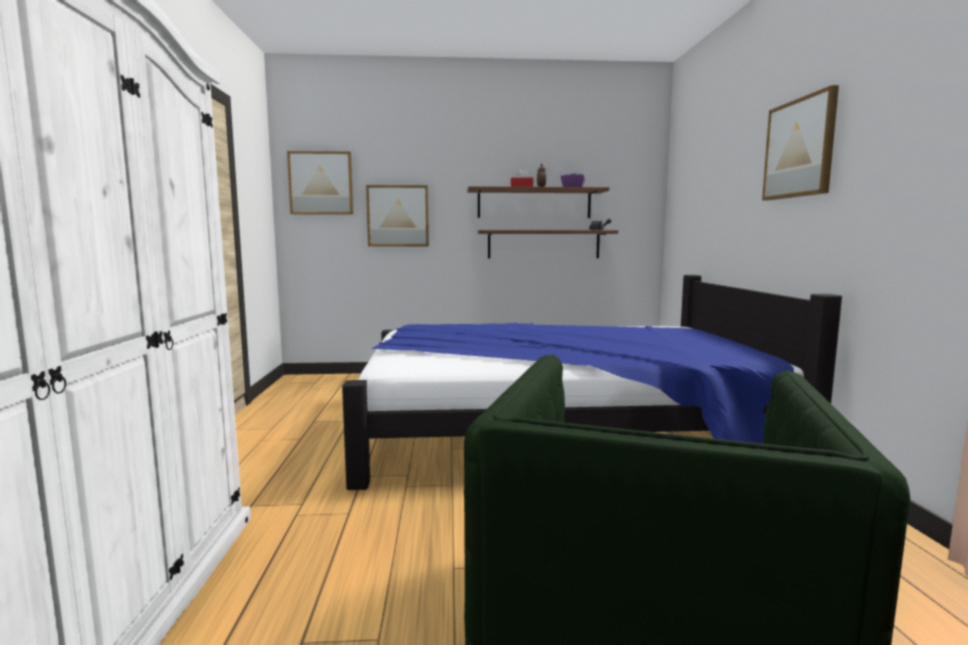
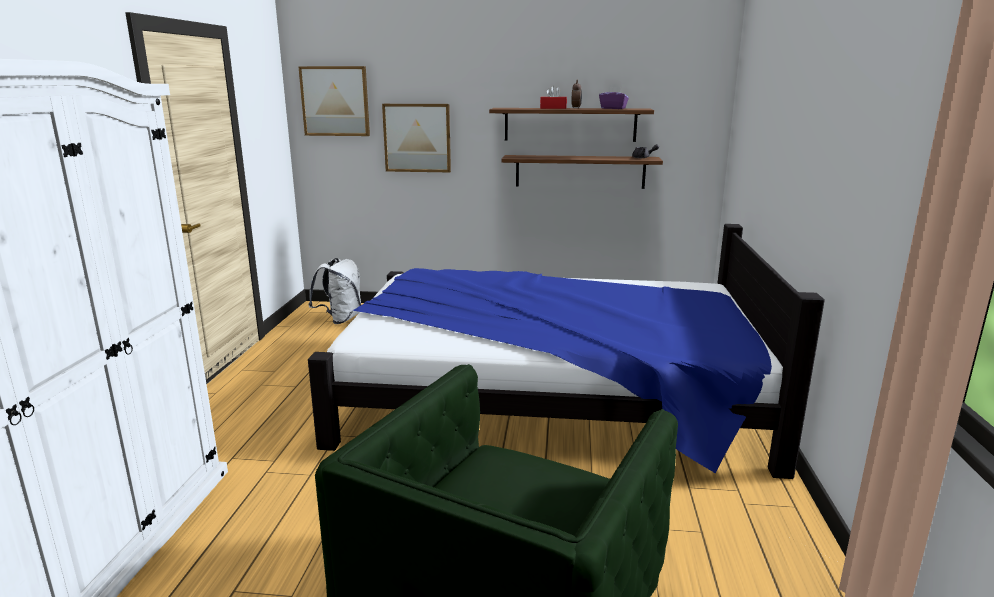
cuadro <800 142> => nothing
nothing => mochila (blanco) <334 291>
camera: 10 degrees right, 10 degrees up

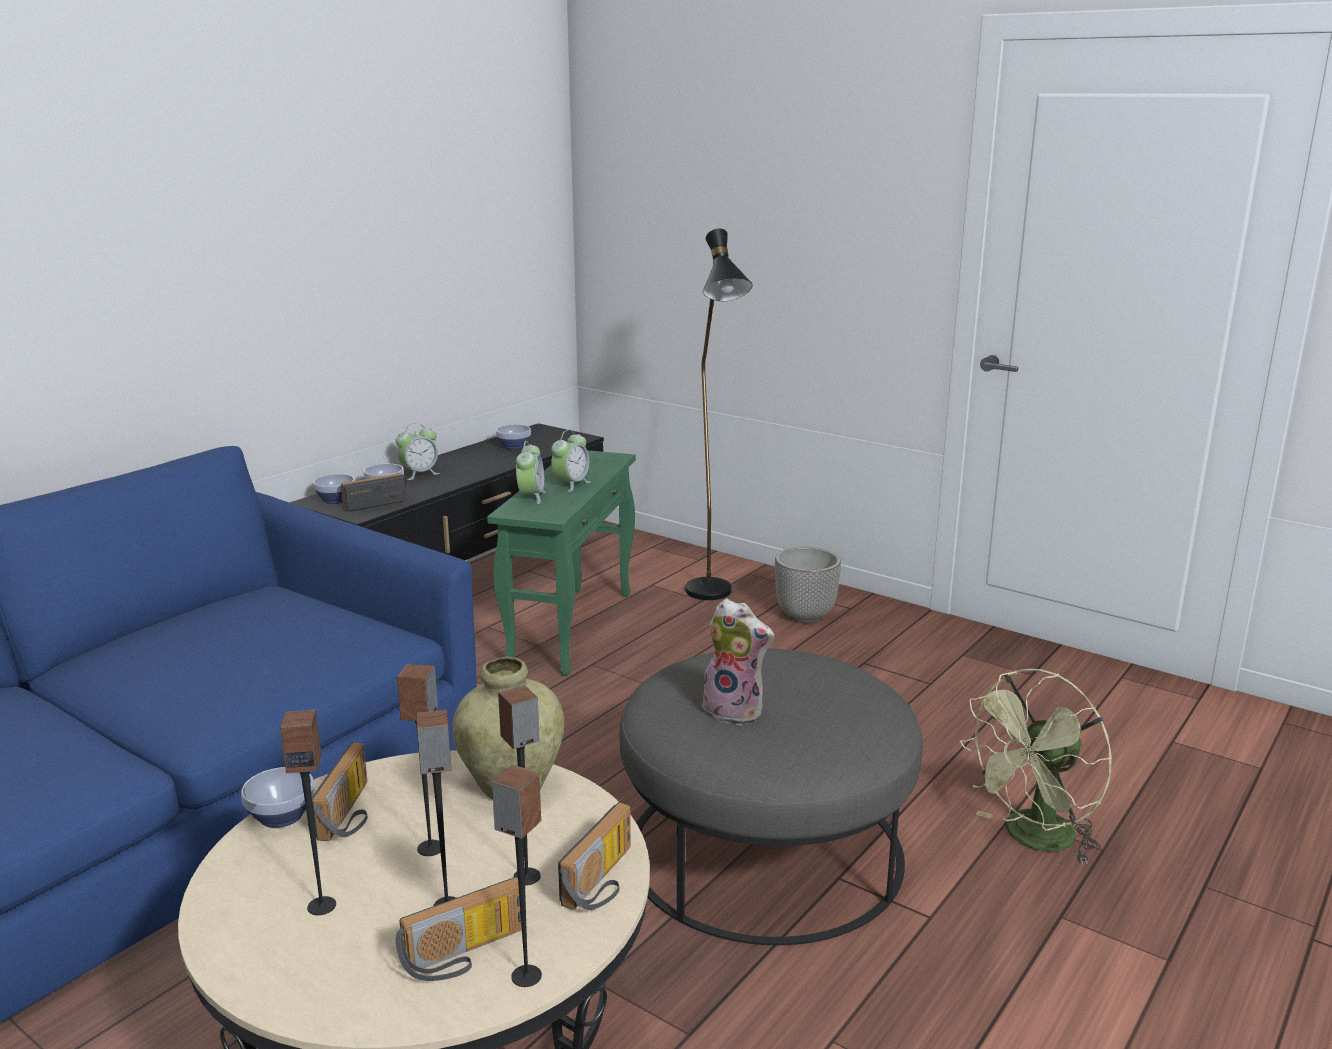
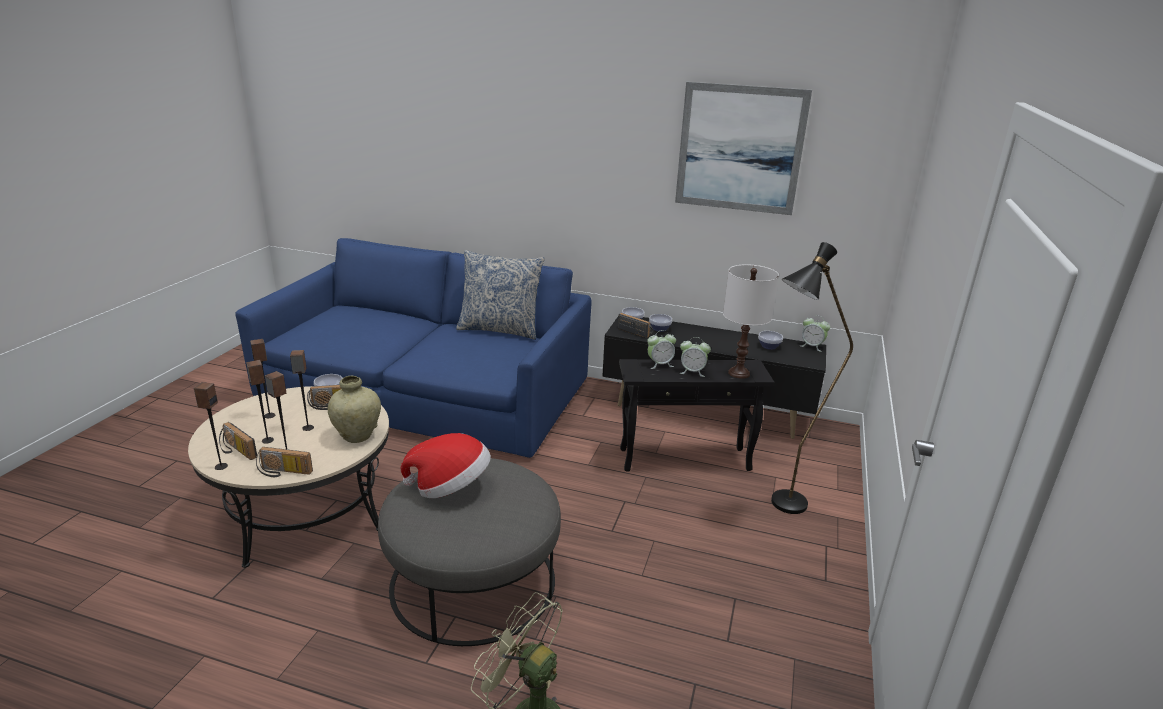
despertador <417 451> => despertador <815 333>, shifted
mesa auxiliar (verde) <561 563> => mesa auxiliar (negro) <697 415>
peluche <738 662> => sombrero <446 465>
maceta <808 585> => nothing
nothing => cojín <500 295>
nothing => cuadro <743 148>
nothing => lámpara de mesa (blanco) <751 321>
camera: 70 degrees right, 5 degrees up

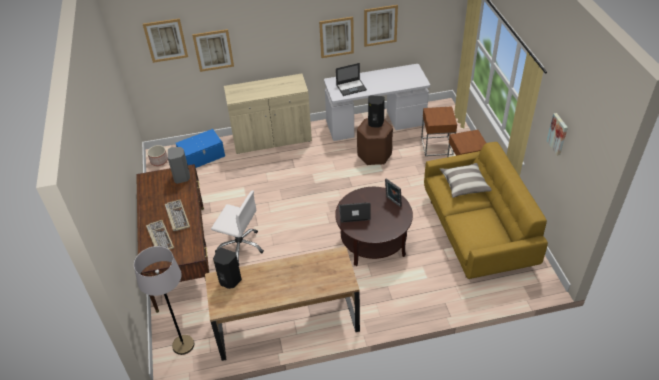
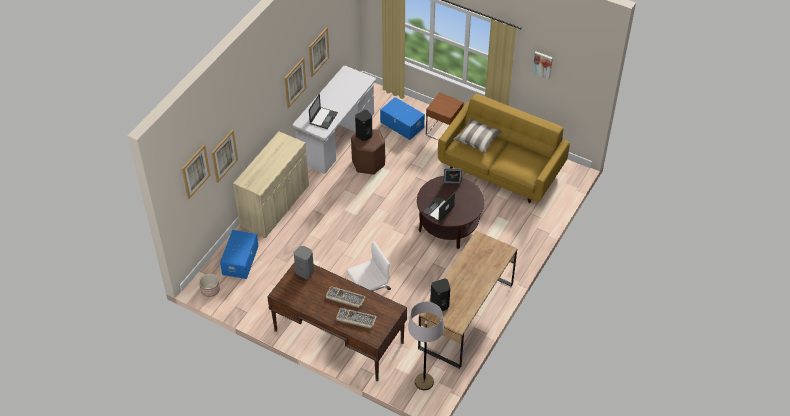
mesa auxiliar (marrón) <439 131> => caja de almacenaje (azul) <402 118>
camera: 50 degrees left, 5 degrees up

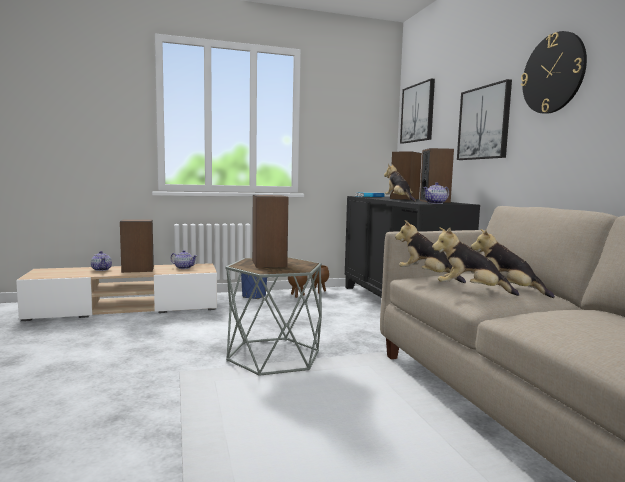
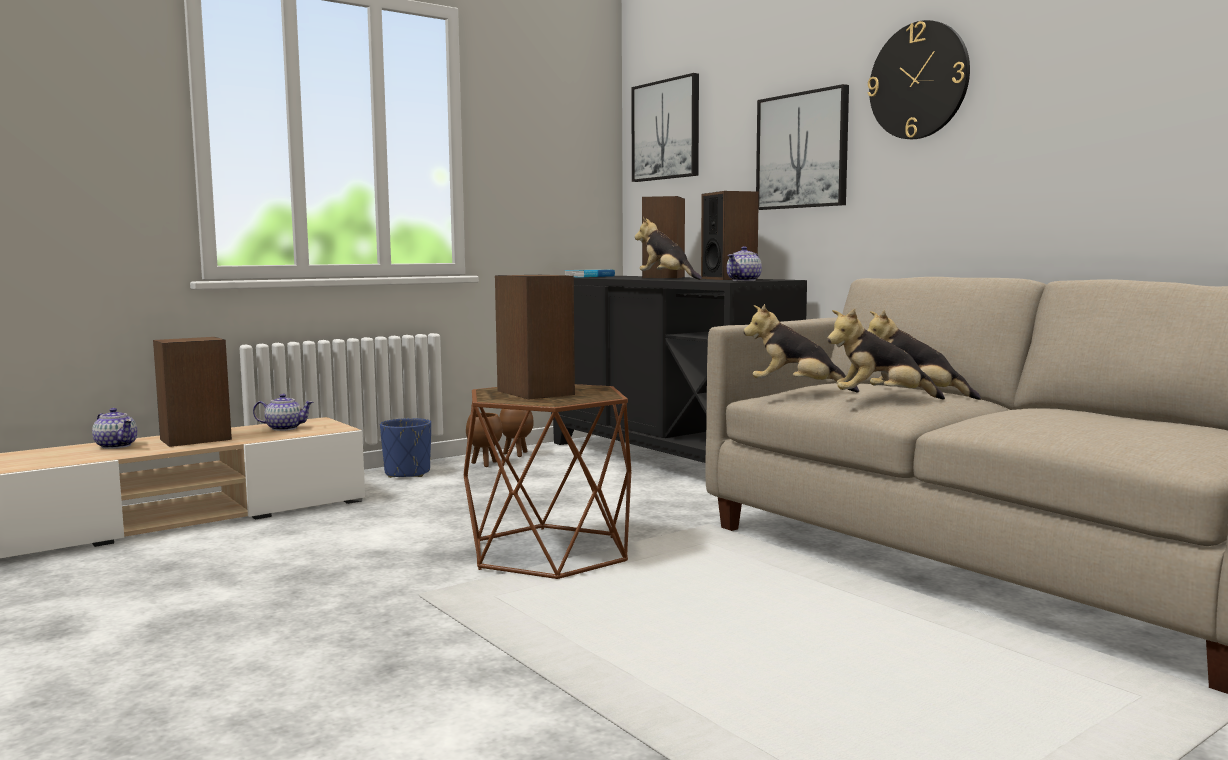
mesa auxiliar (gris) <273 316> => mesa auxiliar (marrón) <547 481>
camera: 20 degrees left, 0 degrees up

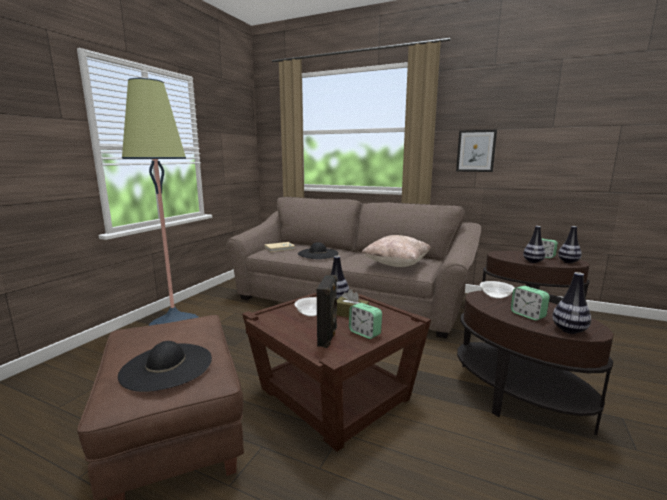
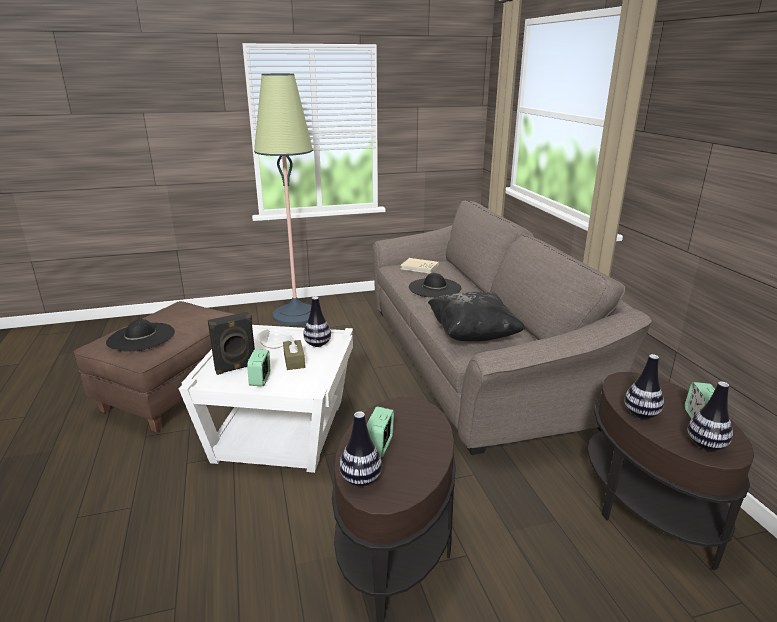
mesa auxiliar (marrón) <336 371> => mesa auxiliar (blanco) <266 399>
cojín (beis) <396 251> => cojín (negro) <476 317>
cuadro <476 151> => nothing
cuenco <497 290> => nothing
camera: 50 degrees right, 10 degrees up

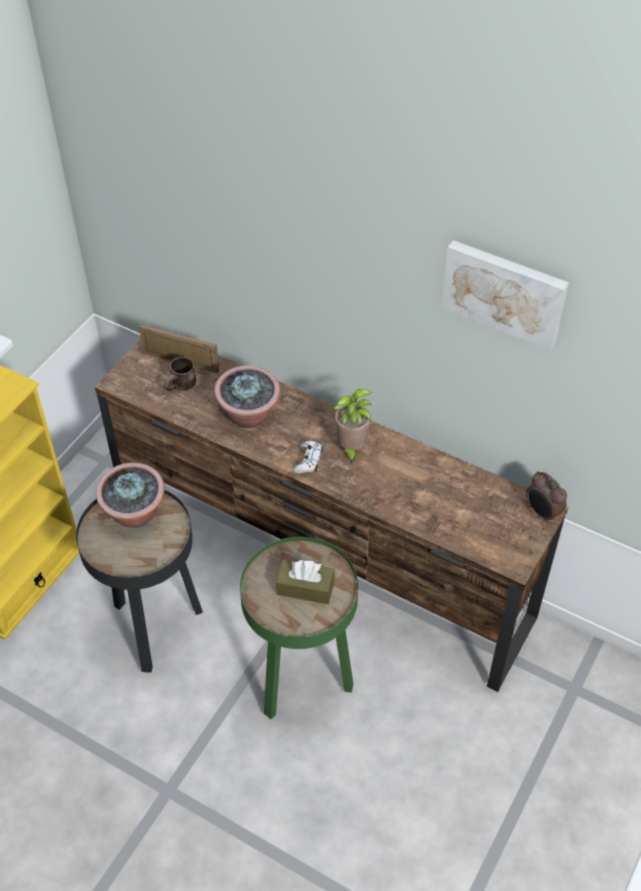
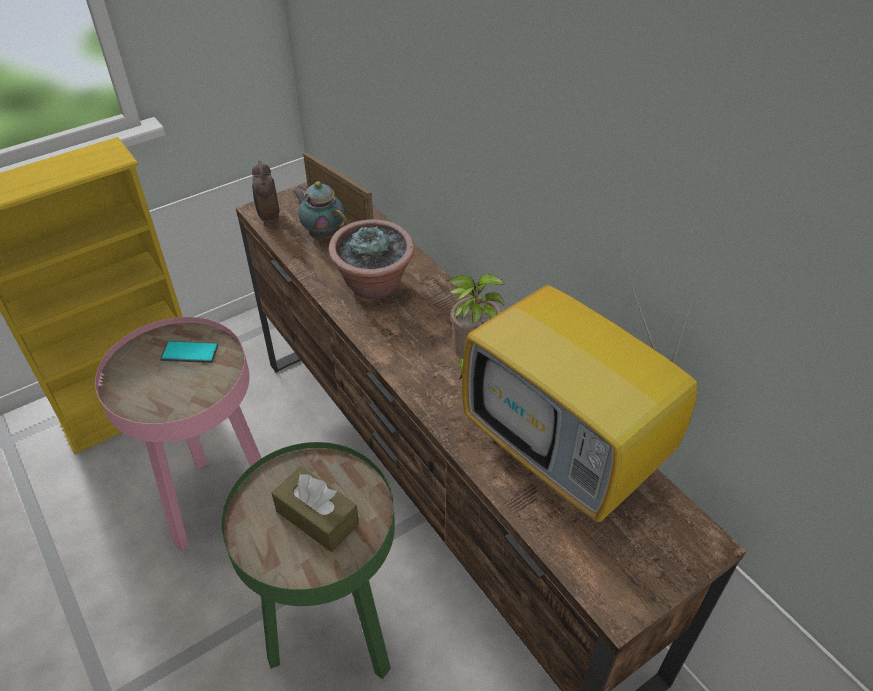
mesa auxiliar (negro) <139 581> => mesa auxiliar (rosa) <178 434>
planta en maceta <130 495> => móvil <189 352>
taza grande (marrón) <180 374> => tetera <320 210>
mando de consola (blanco) <308 457> => nothing
cuadro <505 295> => nothing
despertador <546 497> => despertador <266 193>, shifted
nothing => televisor <582 380>
camera: 25 degrees right, 5 degrees down

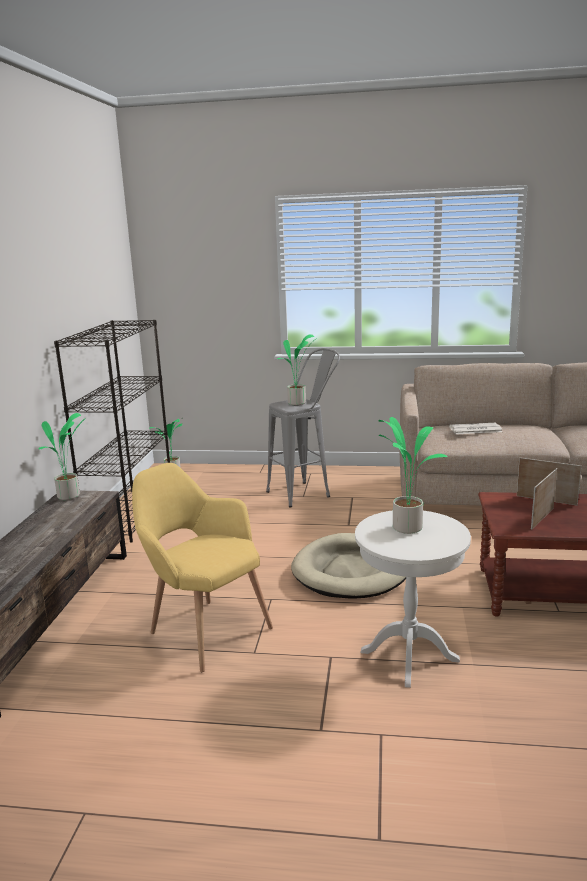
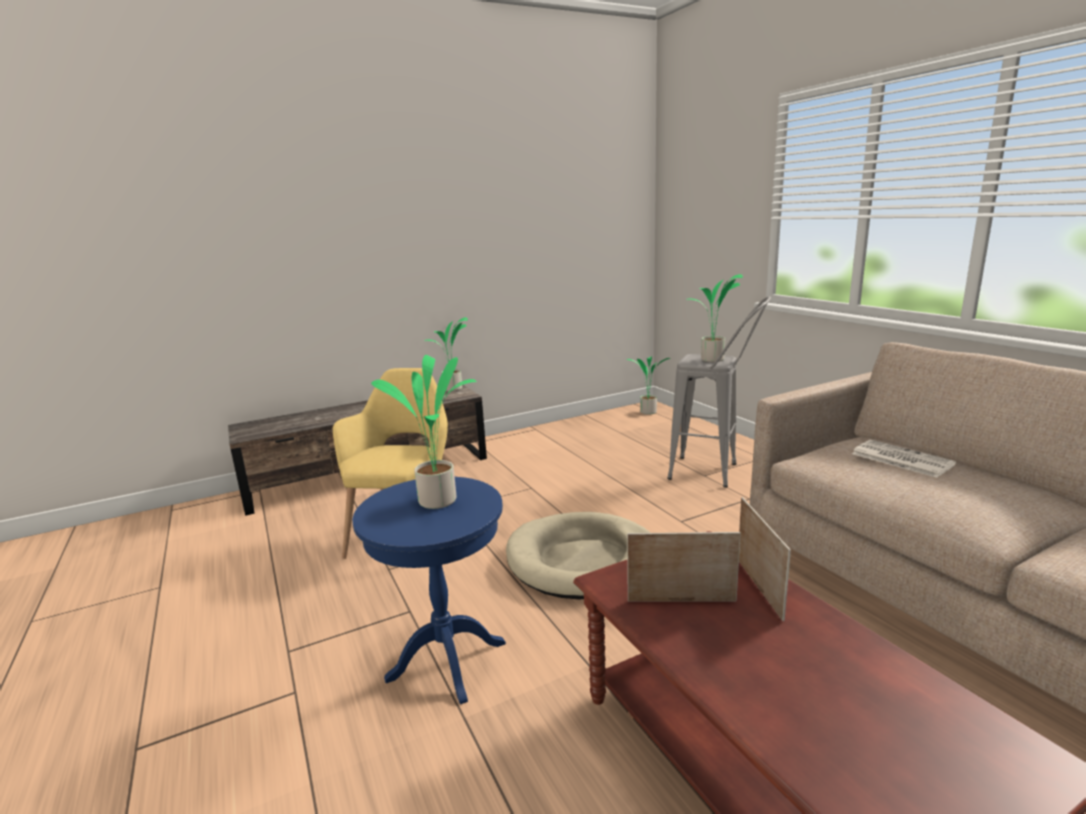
estantería (negro) <112 431> => nothing
mesa auxiliar (blanco) <413 599> => mesa auxiliar (azul) <429 590>
camera: 55 degrees right, 0 degrees up

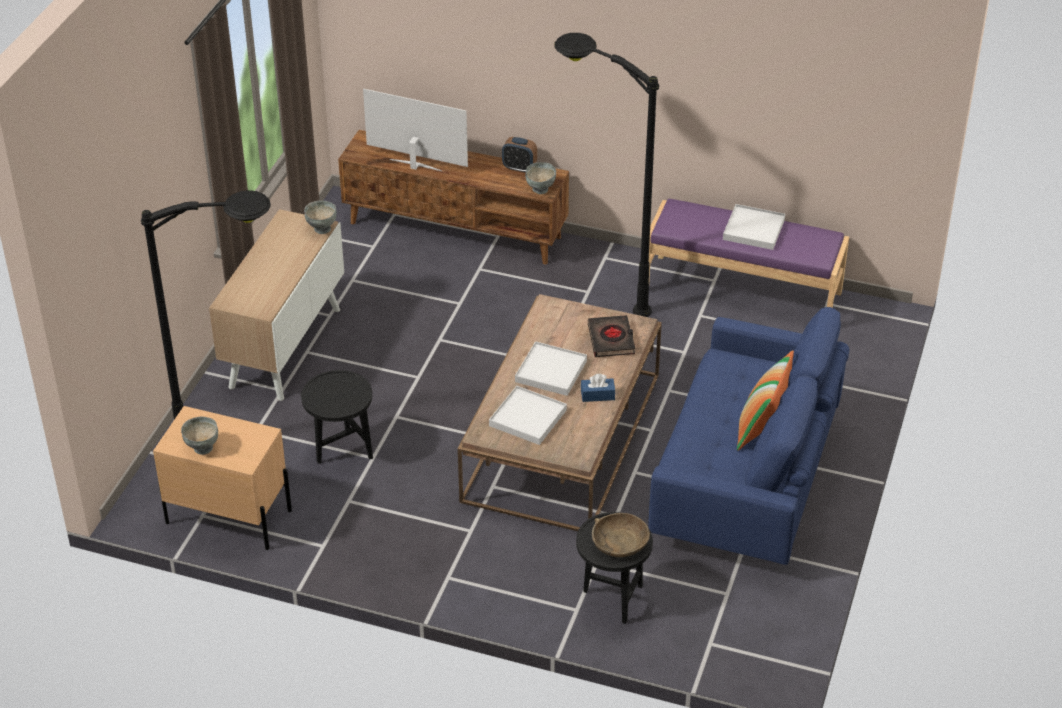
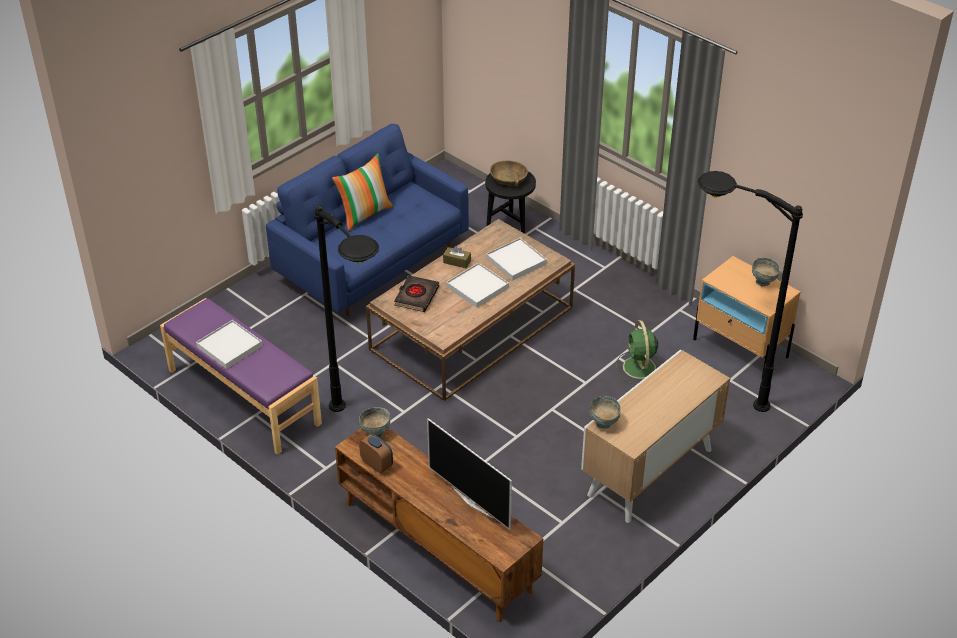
mesa auxiliar (negro) <337 417> => ventilador (verde) <639 352>
caja de pañuelos (azul) <598 388> => caja de pañuelos (marrón) <457 257>
camera: 155 degrees left, 0 degrees up

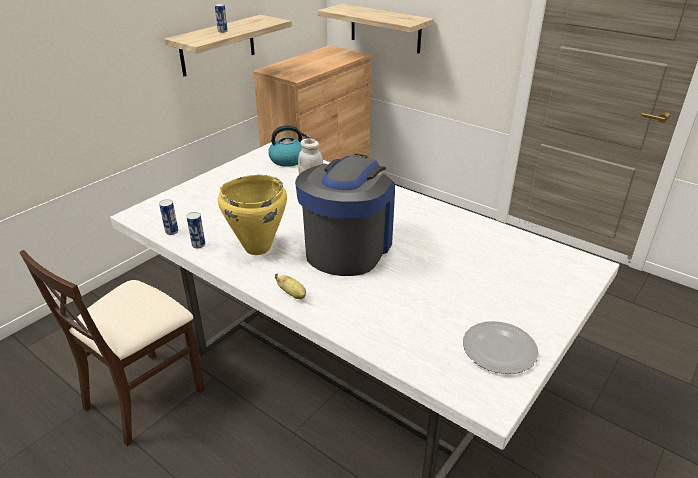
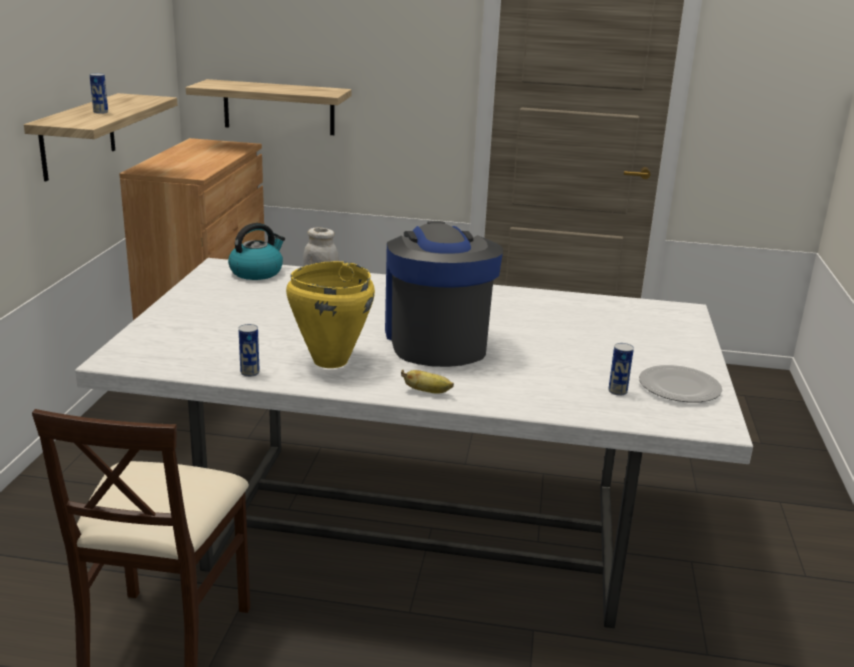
lata <168 217> => lata <621 369>, shifted
camera: 30 degrees left, 10 degrees down

